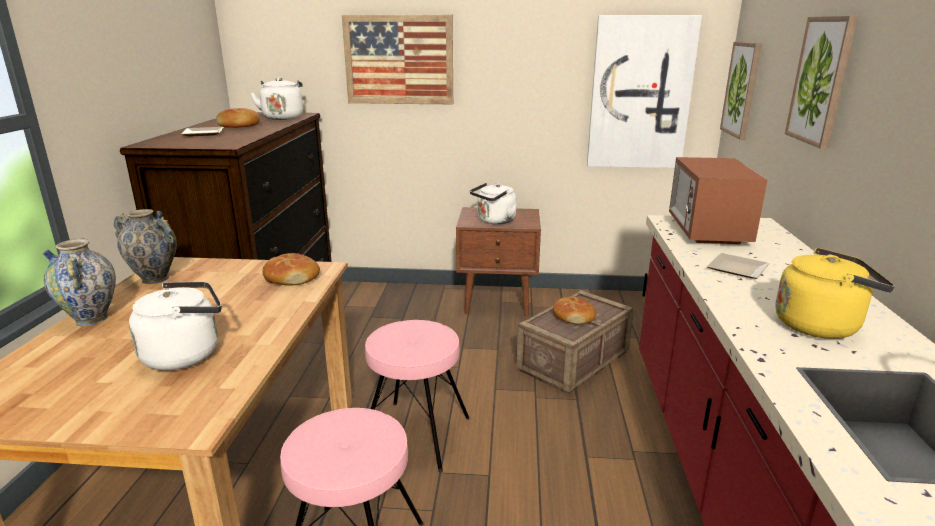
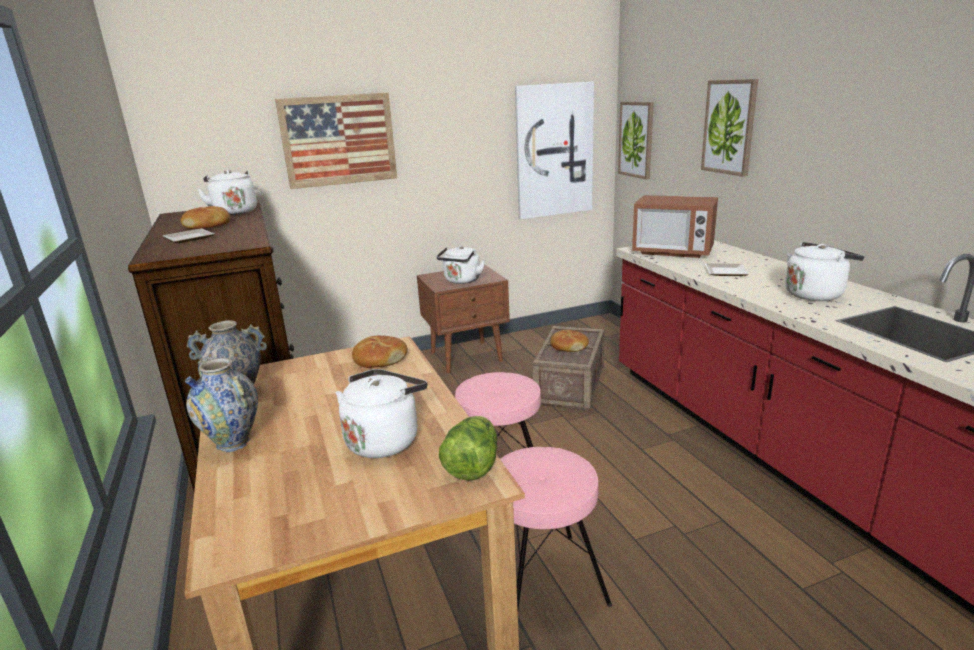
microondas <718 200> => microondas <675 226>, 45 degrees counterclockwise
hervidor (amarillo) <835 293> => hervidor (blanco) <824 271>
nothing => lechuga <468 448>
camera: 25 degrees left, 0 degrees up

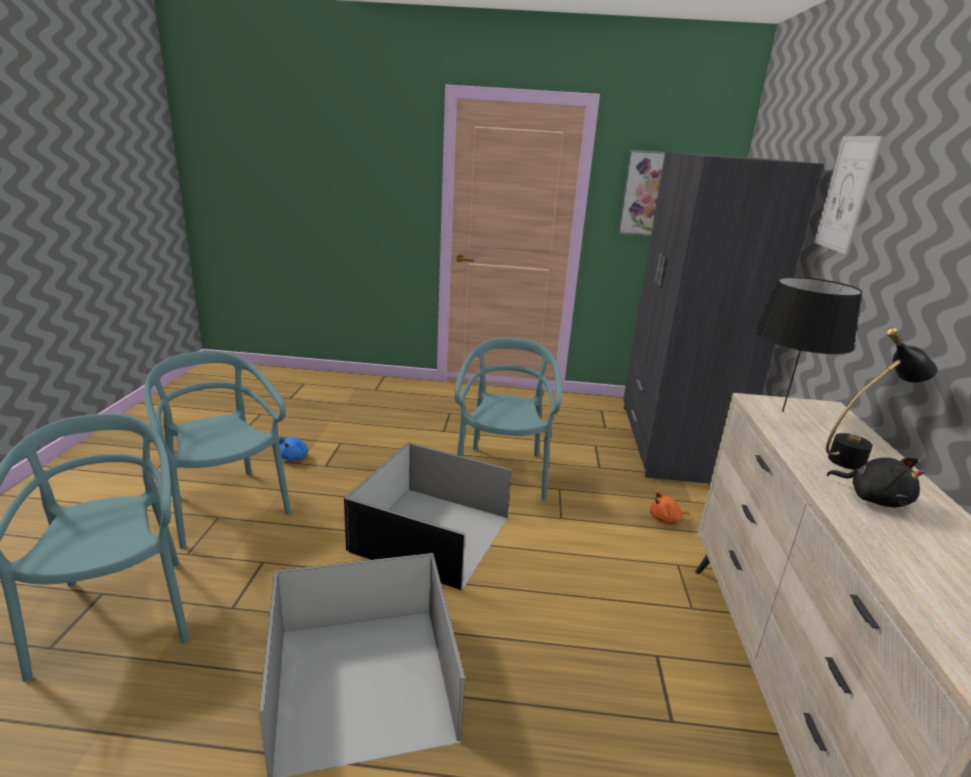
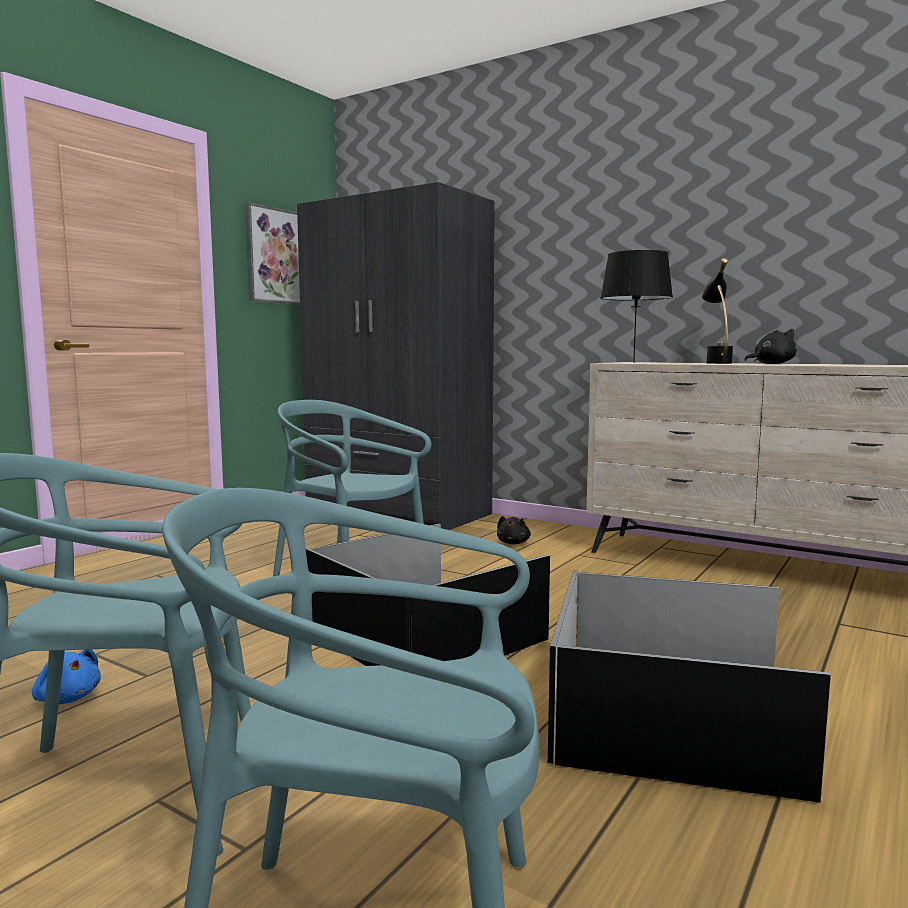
peluche (naranja) <669 508> => peluche (negro) <514 530>
cuadro <849 195> => nothing
camera: 60 degrees left, 15 degrees down

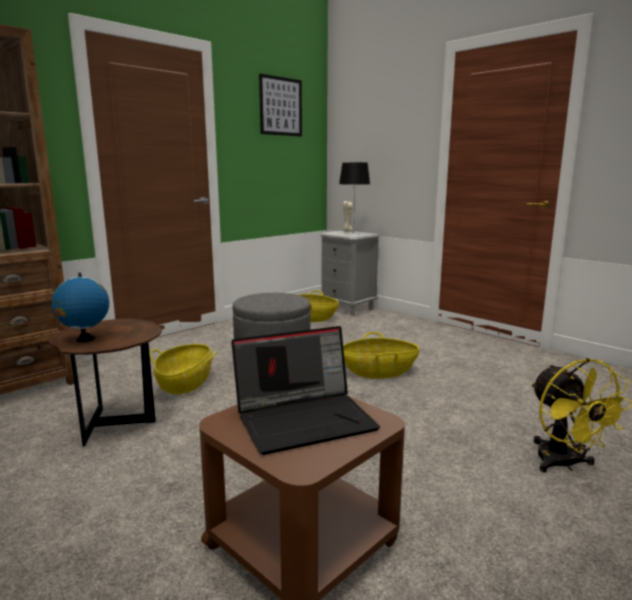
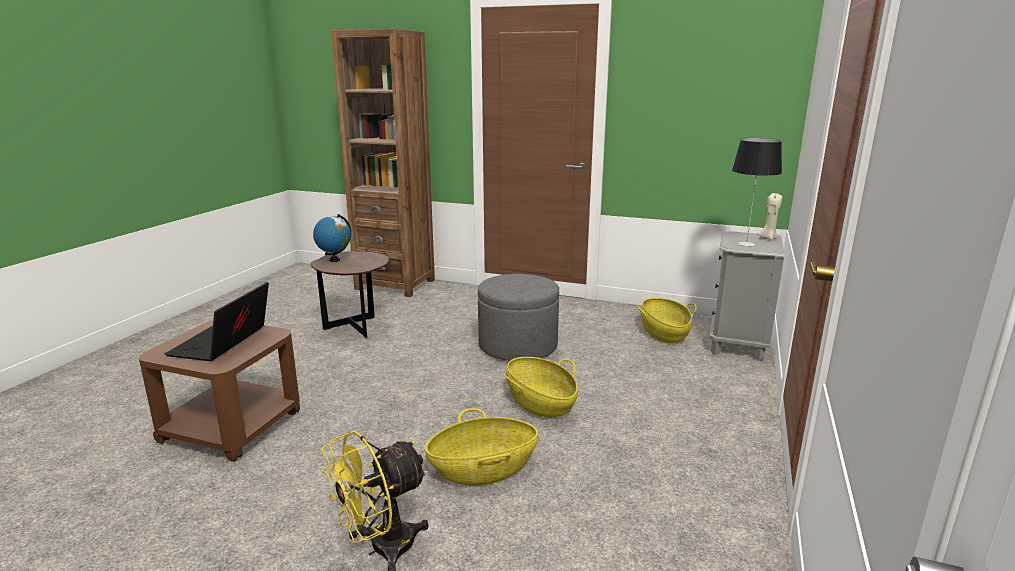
cesta <183 369> => cesta <482 447>, shifted
portátil <305 390> => portátil <217 321>, 60 degrees clockwise
cuadro <280 105> => nothing
camera: 65 degrees right, 5 degrees up

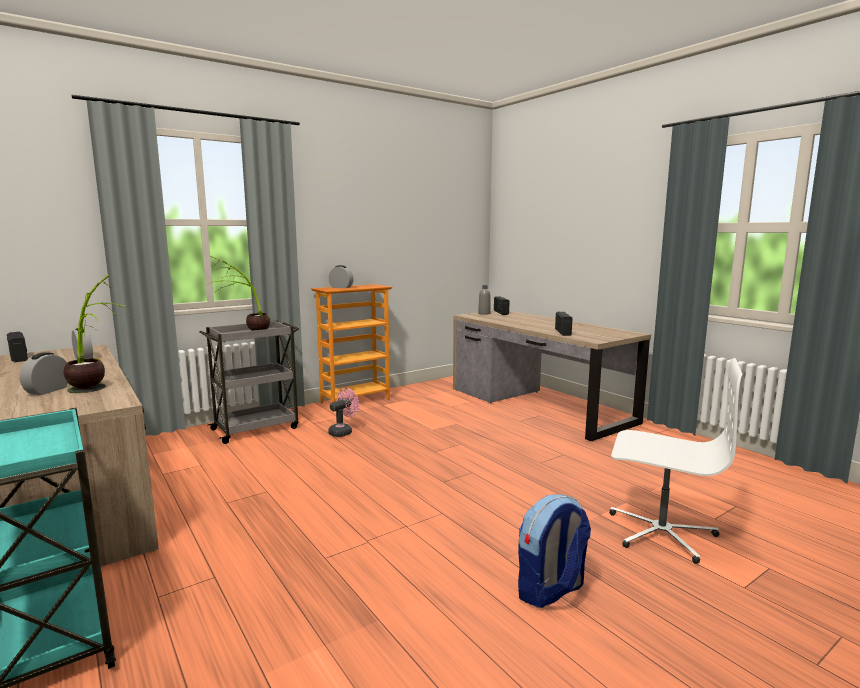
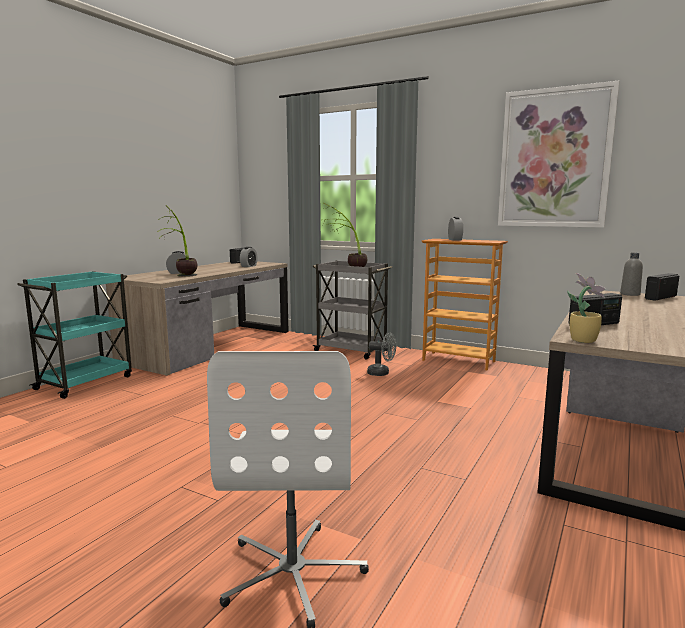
ventilador (rosa) <343 412> => ventilador (gris) <381 354>
mochila <554 551> => nothing
nothing => cuadro <559 154>
nothing => planta en maceta <586 308>
camera: 65 degrees right, 0 degrees up

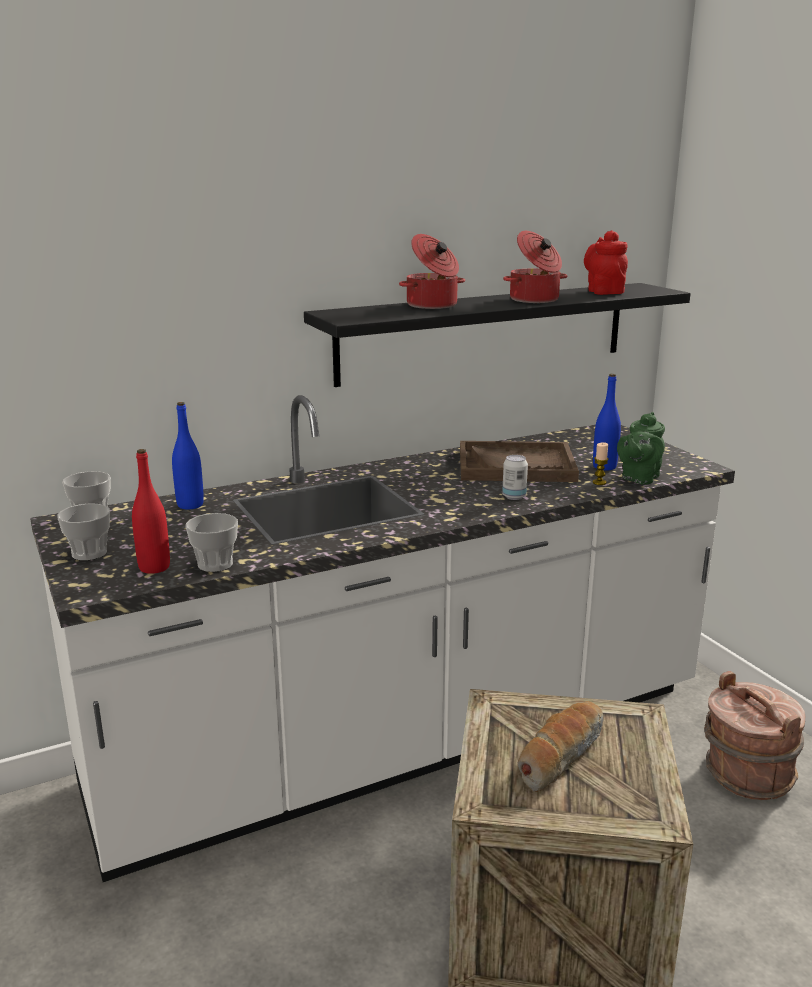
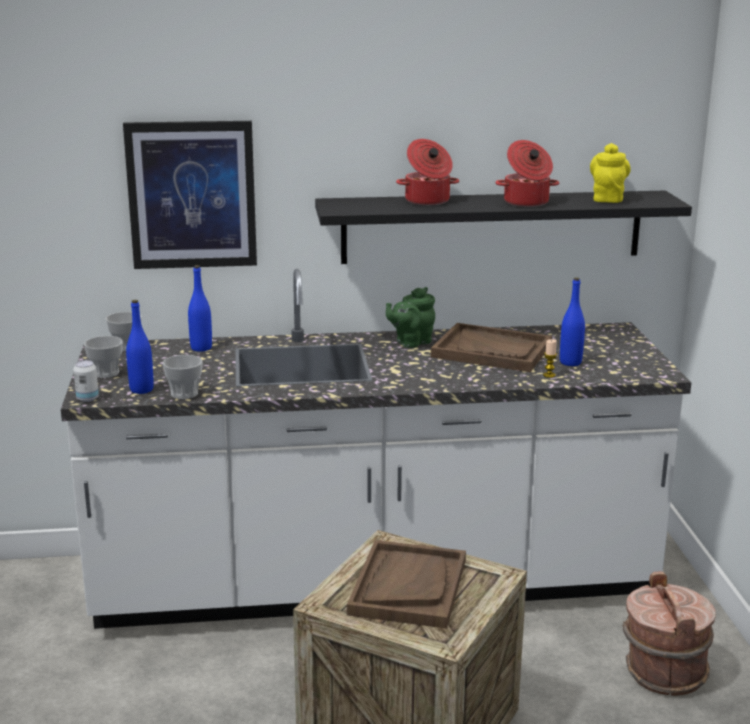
botella (rojo) <151 511> => botella (azul) <140 347>
lata <515 477> => lata <86 381>, shifted
pan <561 746> => bandeja (marrón) <406 584>
tetera (rojo) <606 262> => tetera (amarillo) <610 173>
tetera (verde) <641 448> => tetera (verde) <410 317>, shifted
nothing => cuadro <190 195>
camera: 20 degrees right, 0 degrees up

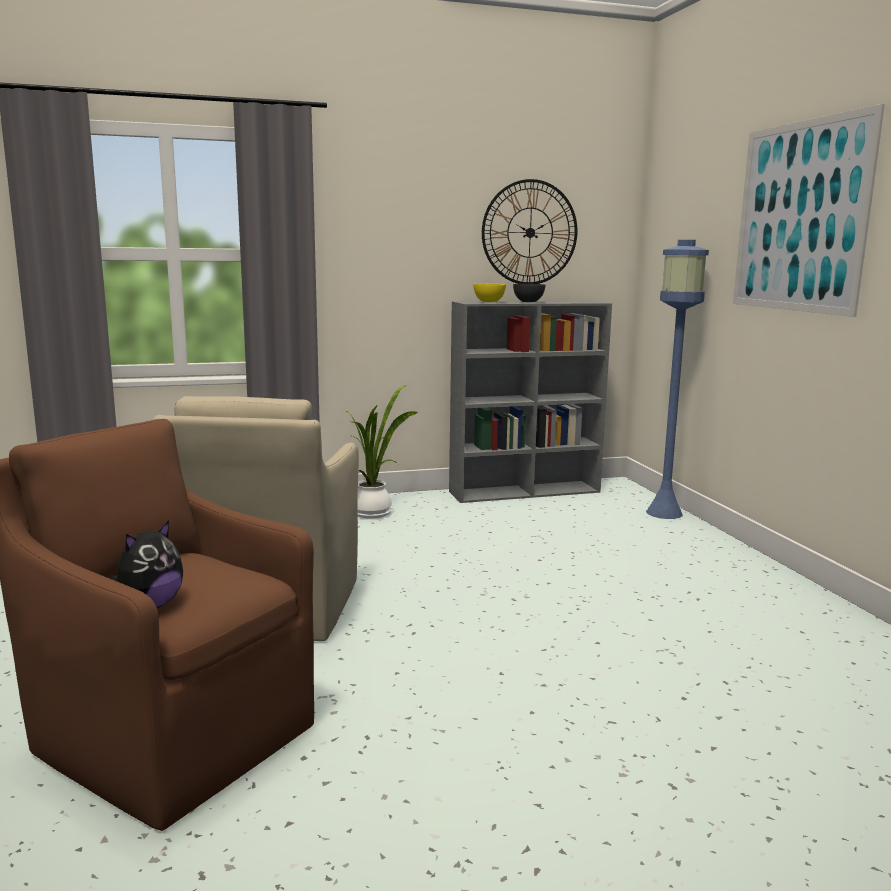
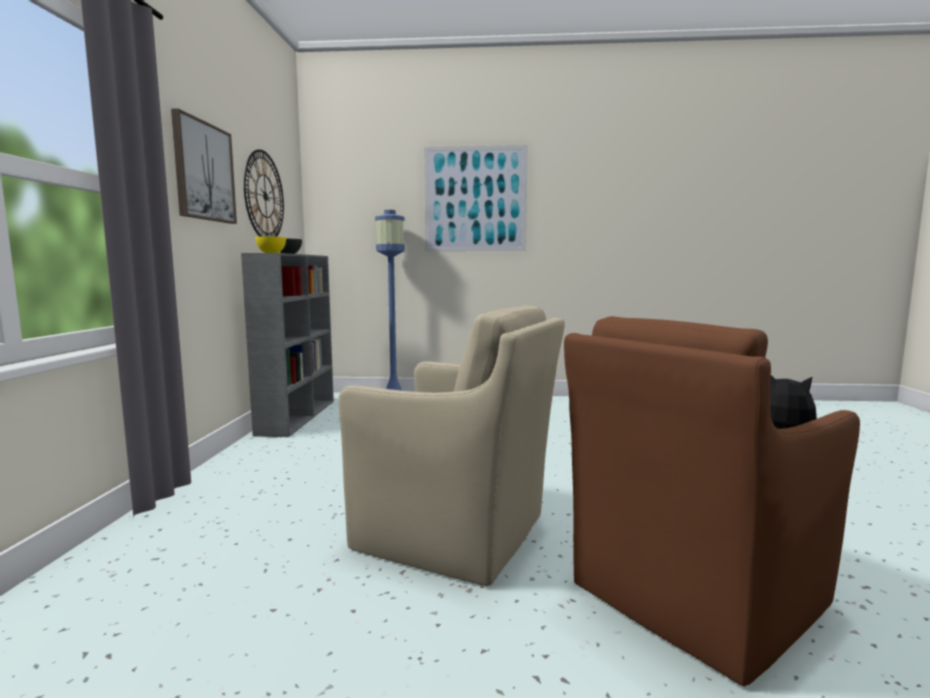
planta en maceta <381 452> => nothing
nothing => cuadro <204 166>
camera: 70 degrees left, 5 degrees down

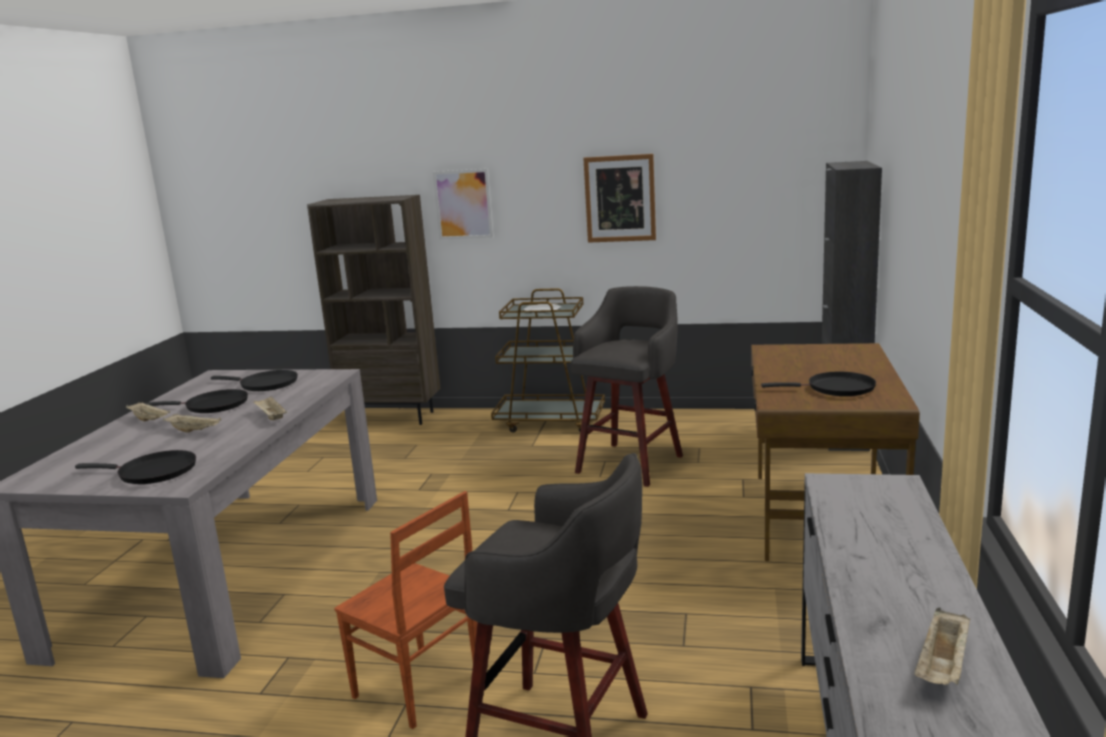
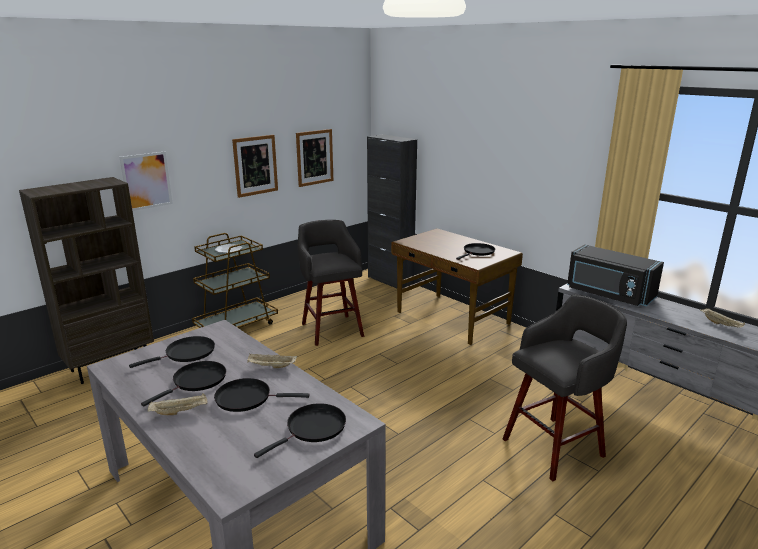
bandeja (beis) <192 423> => sartén (negro) <261 395>
silla (marrón) <405 610> => nothing
nothing => cuadro <314 158>
nothing => microondas (negro) <615 275>
camera: 55 degrees left, 5 degrees up

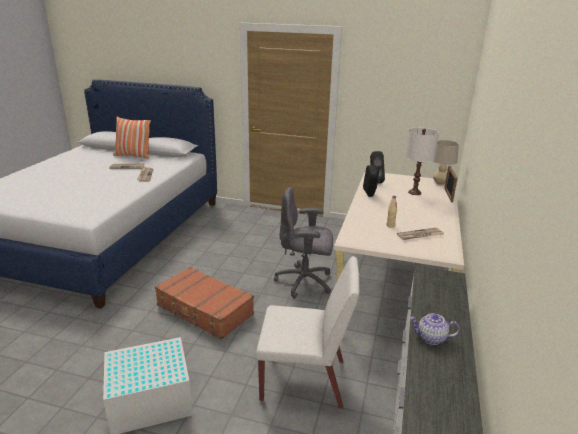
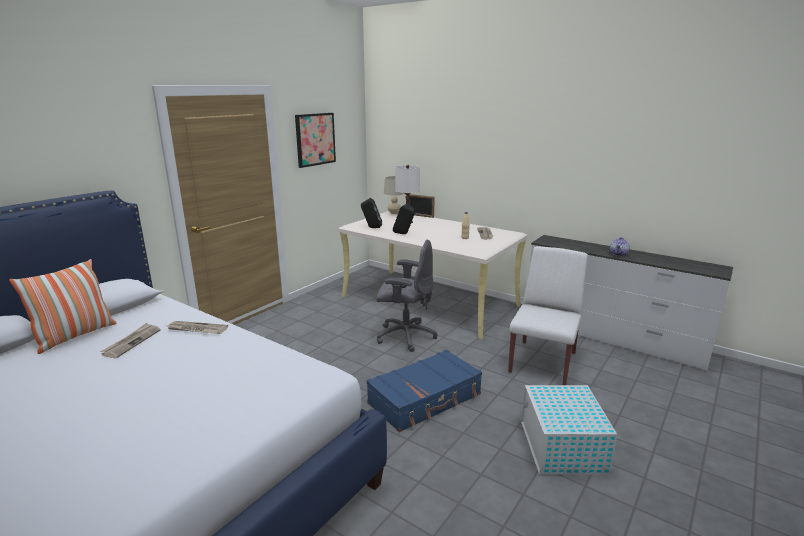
maleta (marrón) <204 303> => maleta (azul) <424 391>
silla de oficina (gris) <303 242> => silla de oficina (gris) <407 296>, 105 degrees counterclockwise
nothing => cuadro <315 140>
camera: 70 degrees left, 5 degrees down

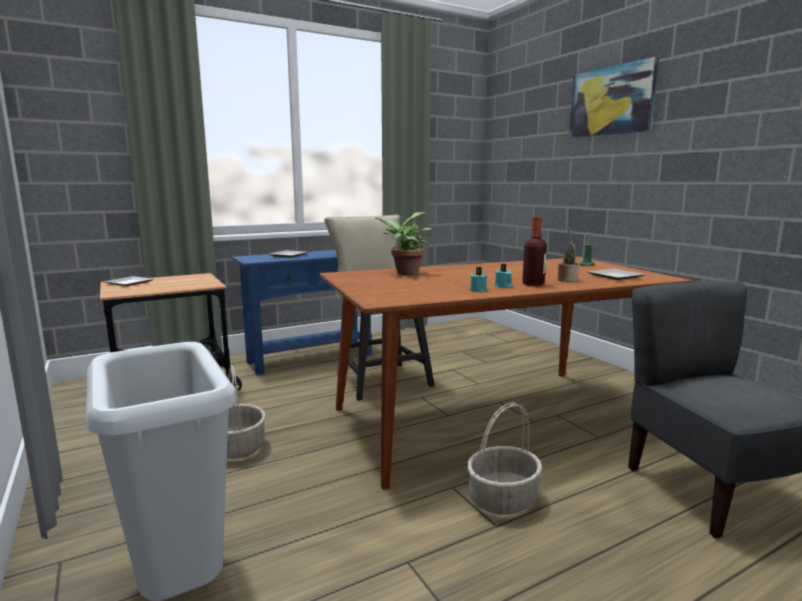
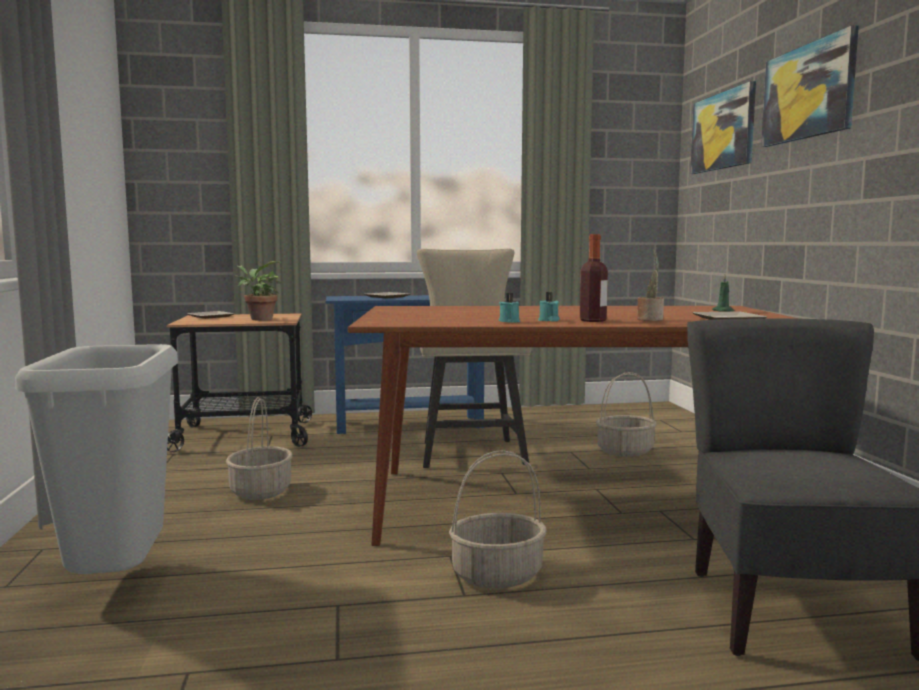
planta en maceta <404 243> => planta en maceta <258 290>, shifted
nothing => cesta <626 414>
nothing => cuadro <723 127>
camera: 20 degrees right, 5 degrees down

